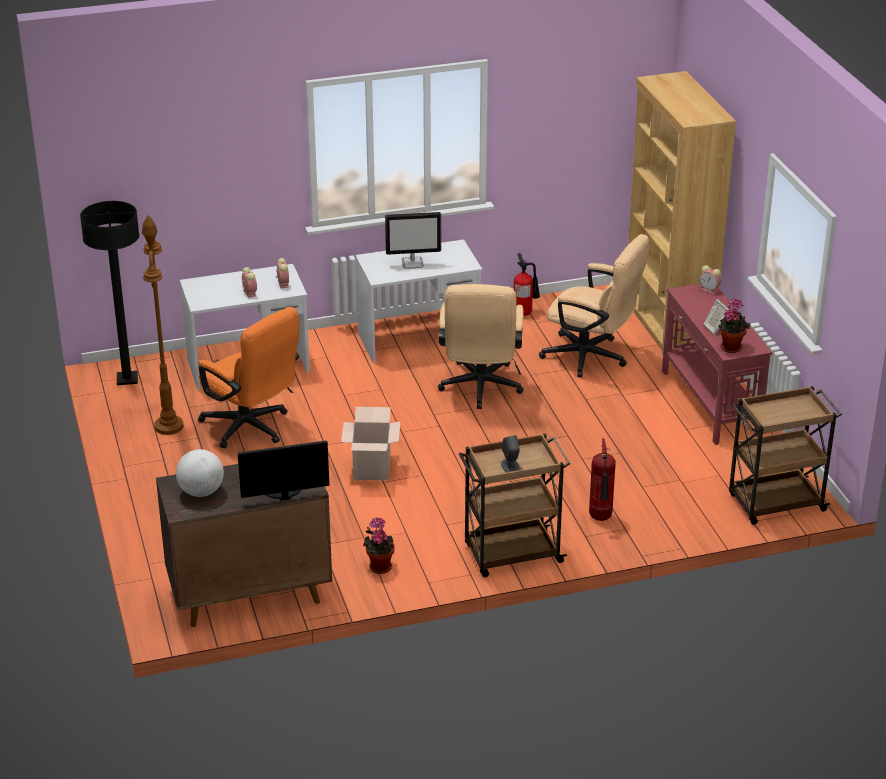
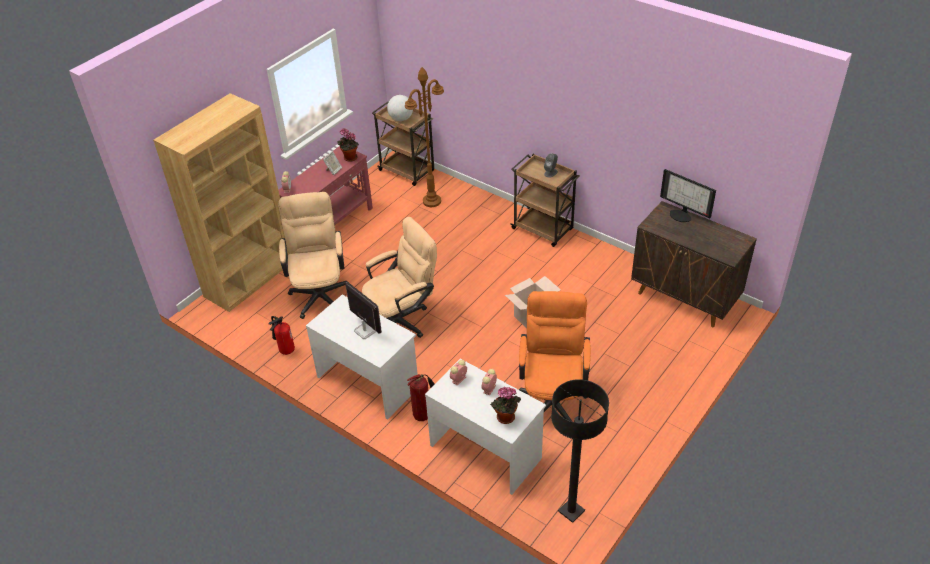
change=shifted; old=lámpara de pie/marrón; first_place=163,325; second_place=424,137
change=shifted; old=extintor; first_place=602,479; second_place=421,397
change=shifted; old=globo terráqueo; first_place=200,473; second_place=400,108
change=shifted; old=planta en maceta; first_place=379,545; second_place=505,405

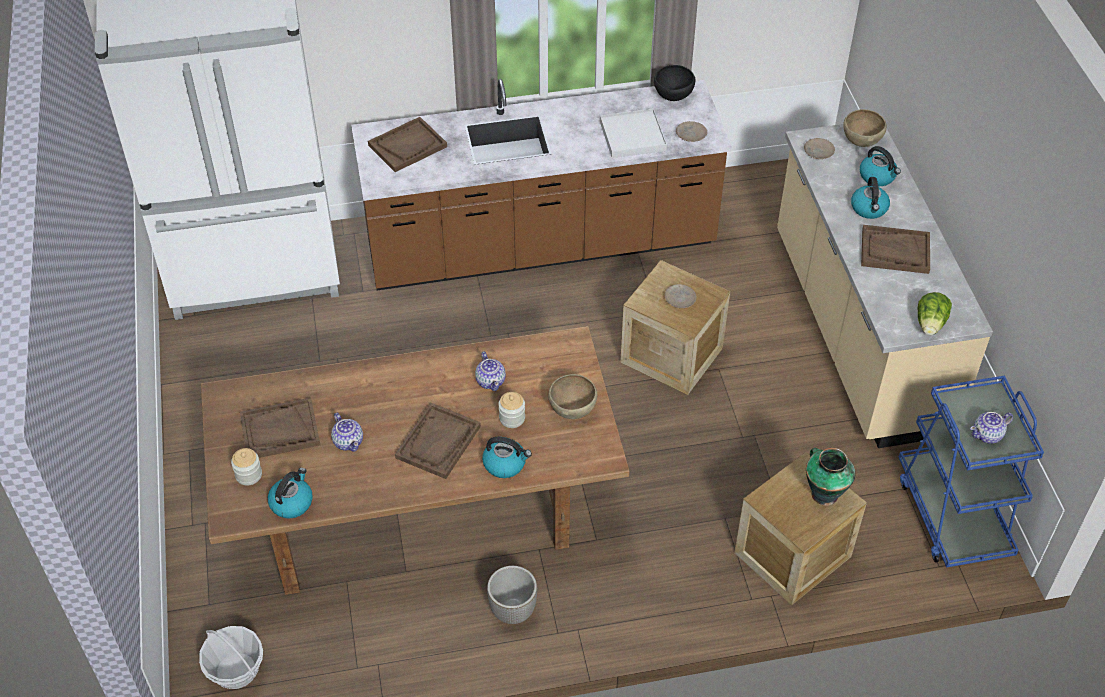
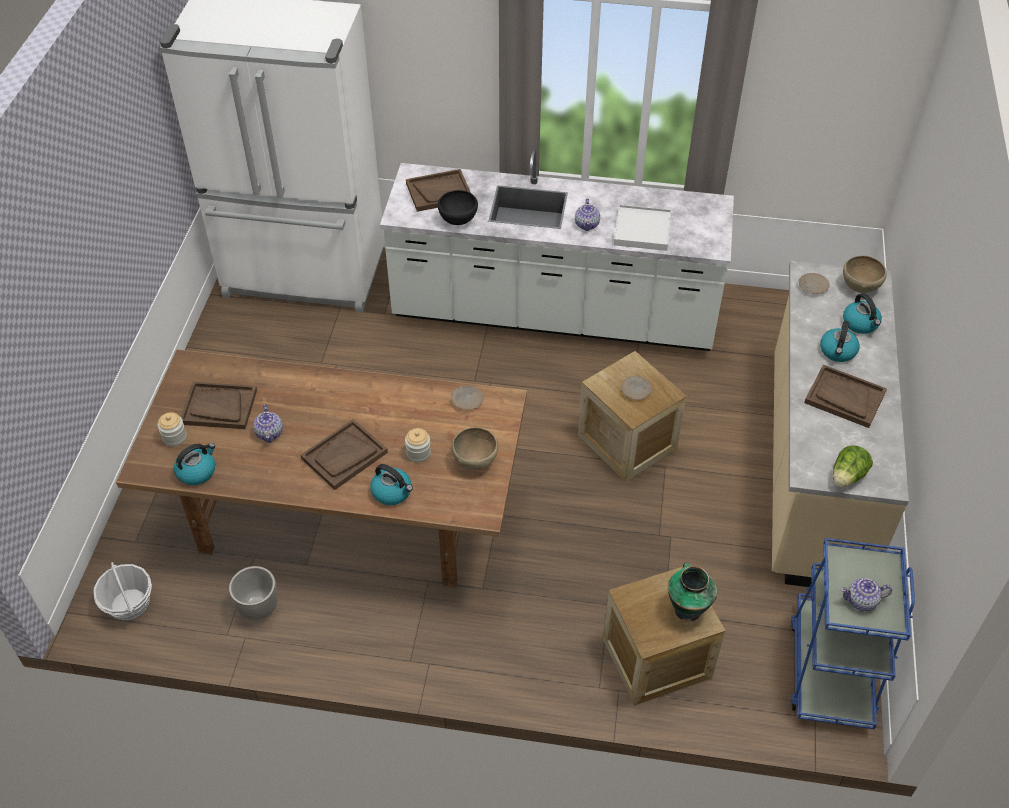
change=shifted; old=cuenco/negro; first_place=674,83; second_place=458,207
change=repainted; old=mueble bajo de cocina/marrón; new=mueble bajo de cocina/blanco; first_place=541,184; second_place=557,250
change=shifted; old=plato/beis; first_place=691,131; second_place=467,397
change=shifted; old=tetera; first_place=490,371; second_place=587,215
change=shifted; old=maceta; first_place=512,595; second_place=253,593

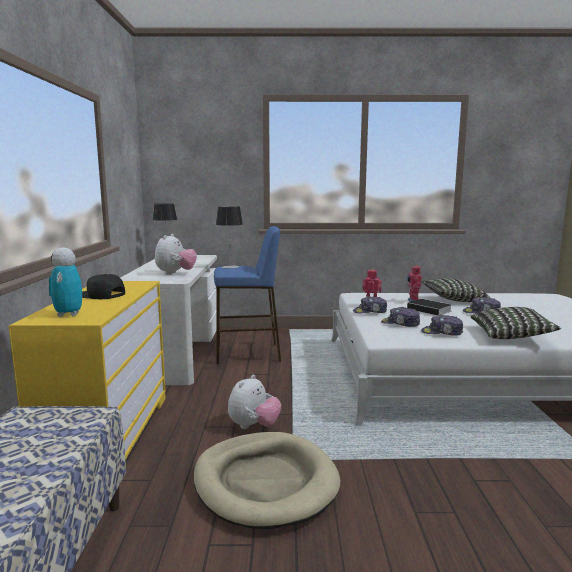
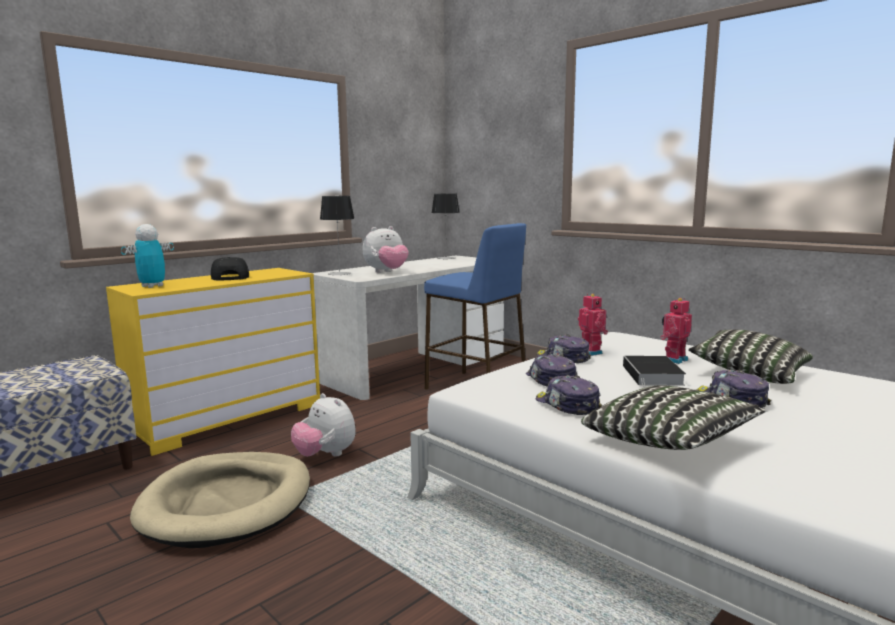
change=shifted; old=lámpara de mesa; first_place=229,237; second_place=337,235
change=rotated; old=peluche; first_place=254,402; second_place=323,425; degrees=60

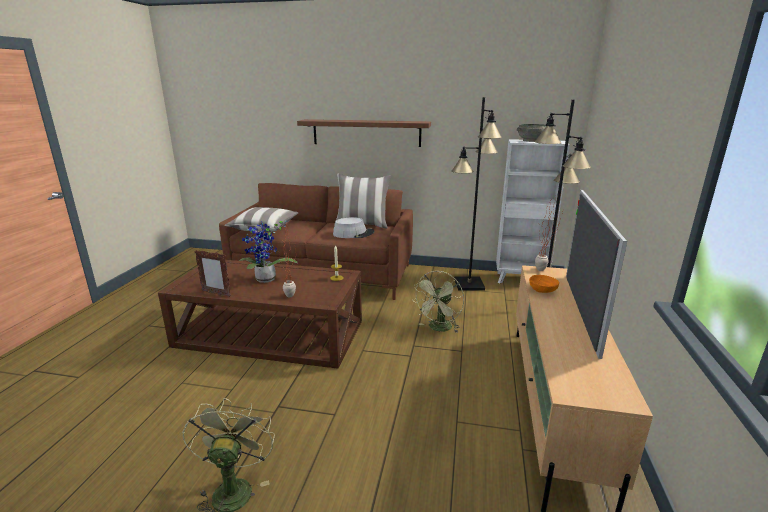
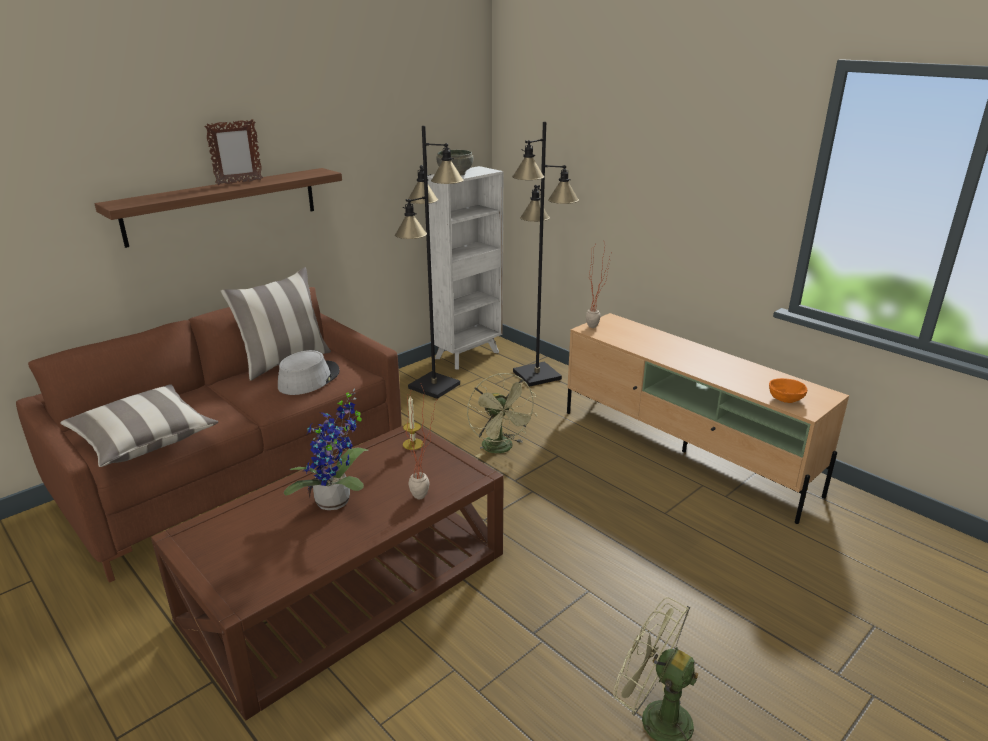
change=gone; old=televisor; first_place=596,274
change=shifted; old=portarretratos; first_place=213,273; second_place=233,152
change=shifted; old=cuenco/naranja; first_place=544,284; second_place=788,390

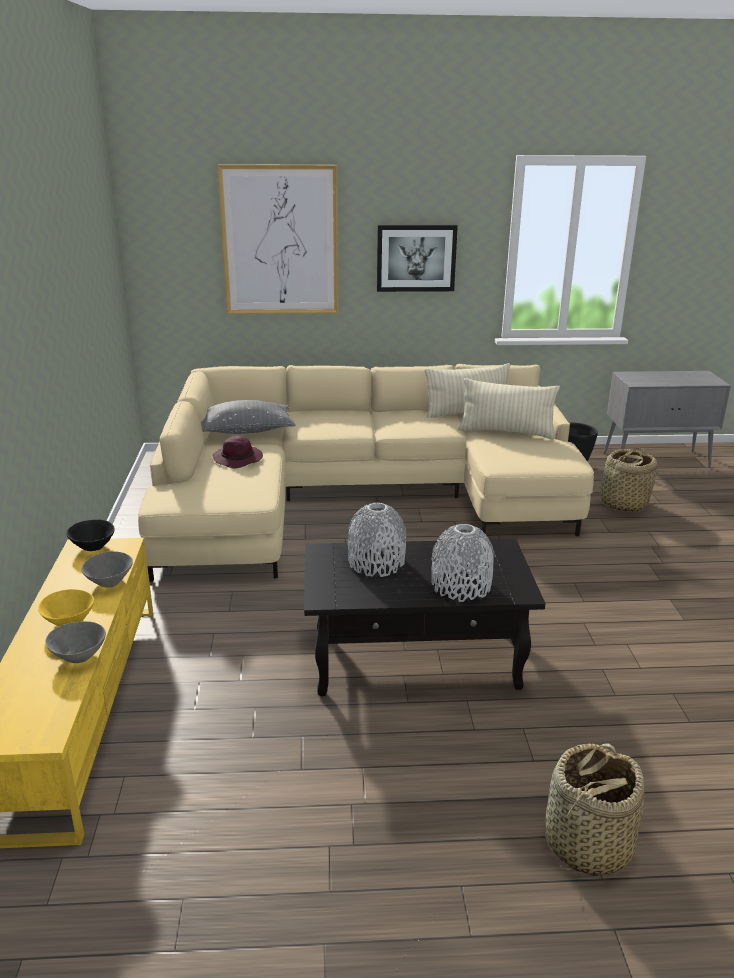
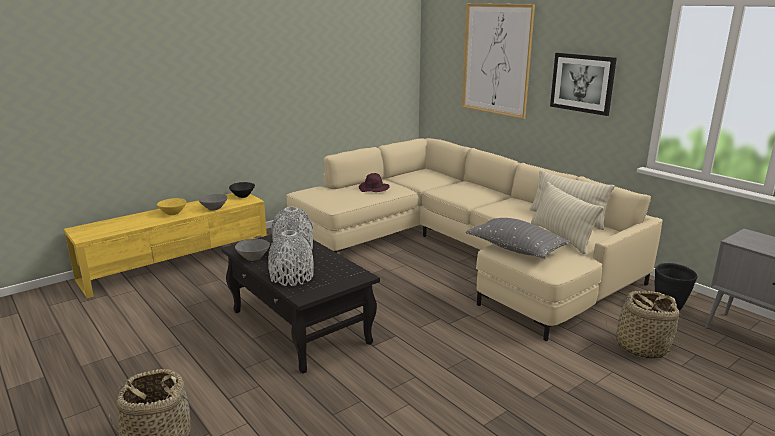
change=shifted; old=cojín/gris; first_place=248,417; second_place=518,238
change=shifted; old=cuenco/gris; first_place=76,642; second_place=252,250

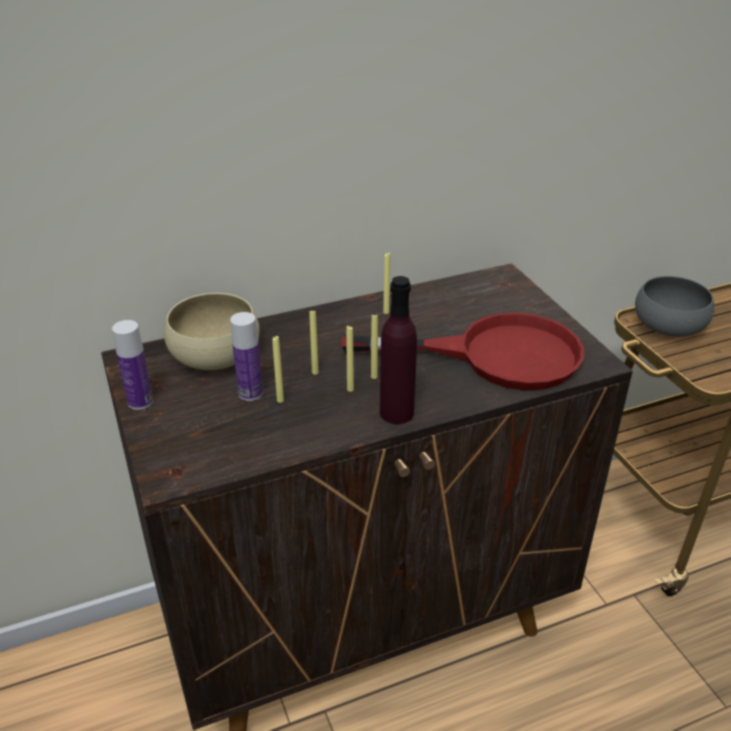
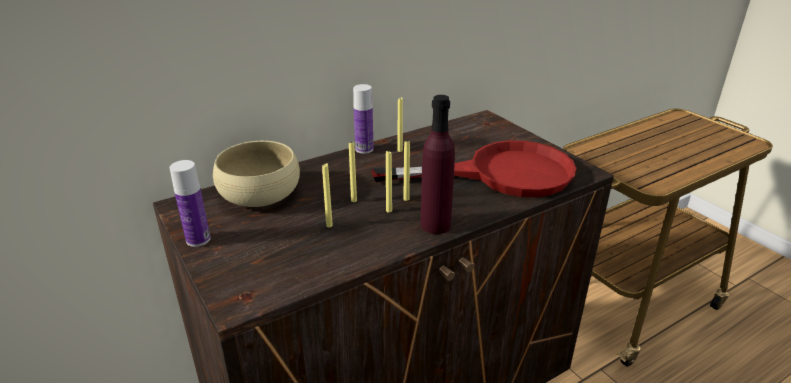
change=gone; old=cuenco/gris; first_place=674,306
change=shifted; old=botella; first_place=246,356; second_place=363,119

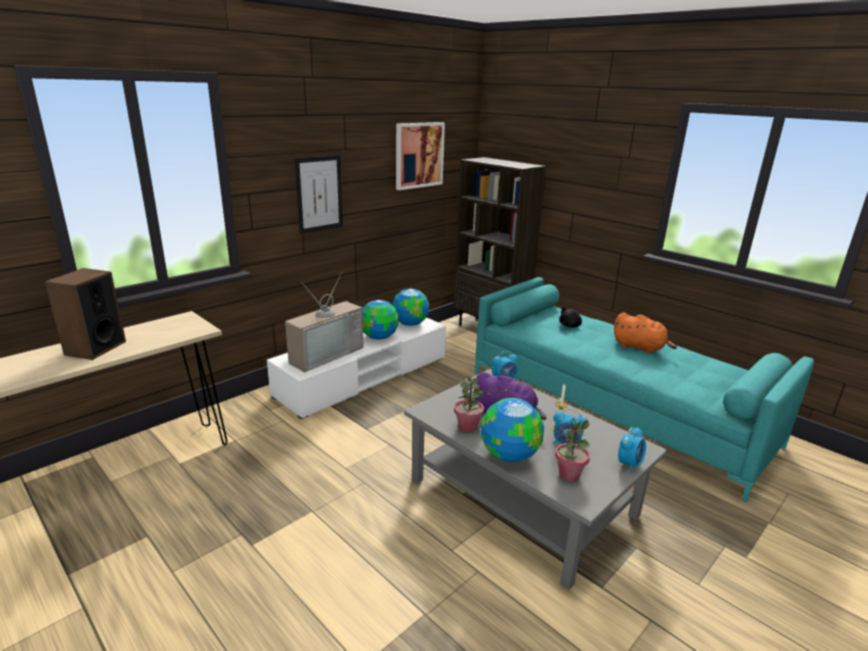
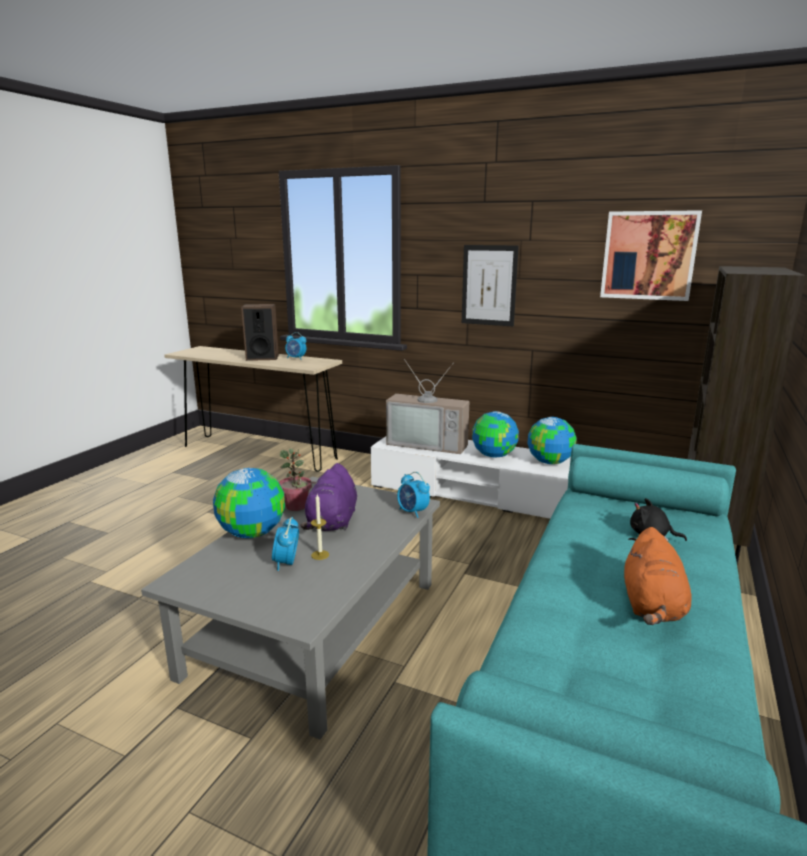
change=gone; old=planta en maceta; first_place=572,449
change=shifted; old=despertador; first_place=632,450; second_place=296,346

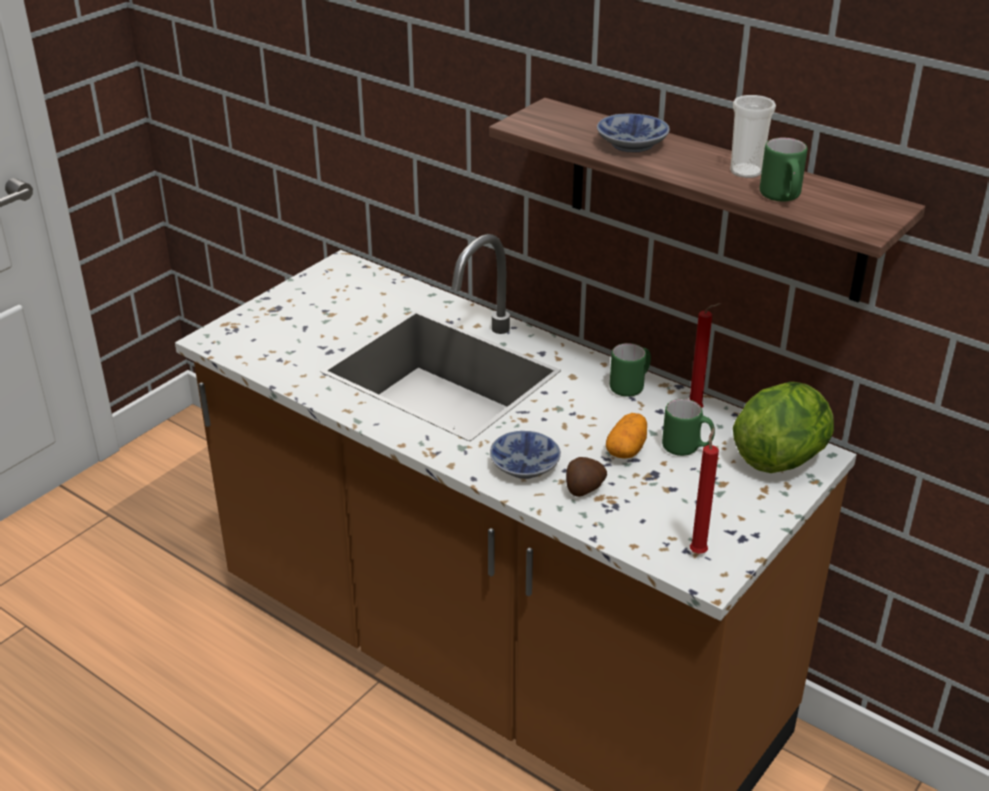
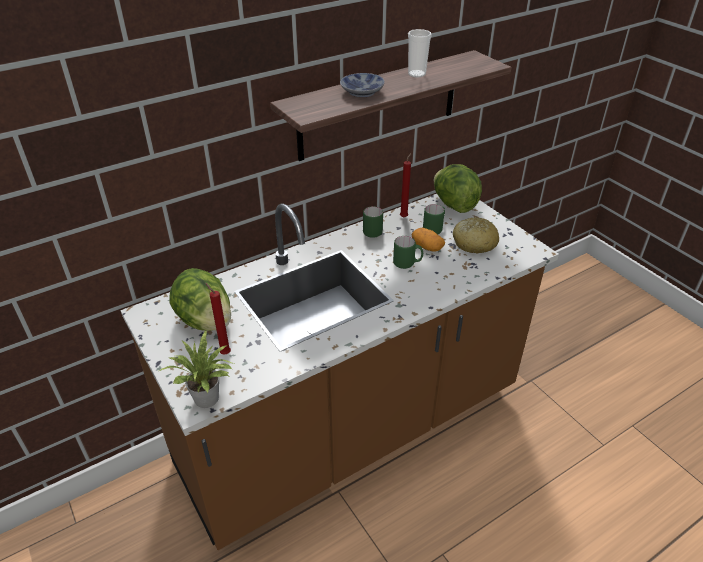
change=shifted; old=taza grande/verde; first_place=783,170; second_place=408,252
change=shifted; old=vela/rojo; first_place=704,490; second_place=218,319
change=gone; old=cuenco; first_place=525,455
change=gone; old=patata; first_place=586,477
change=new; new=pan; second_place=476,235
change=new; new=lechuga; second_place=200,299
change=new; new=planta en maceta; second_place=196,368

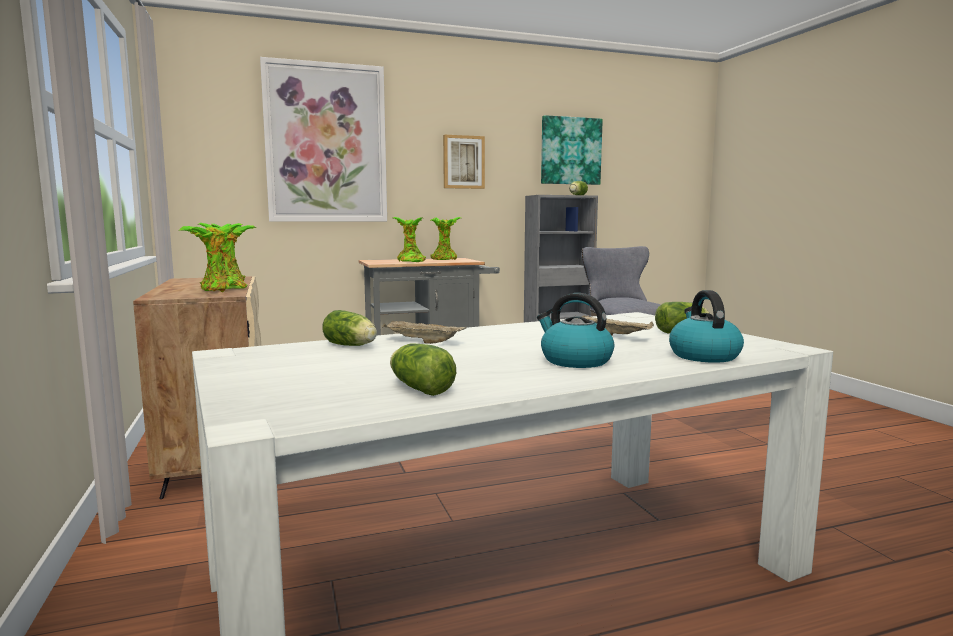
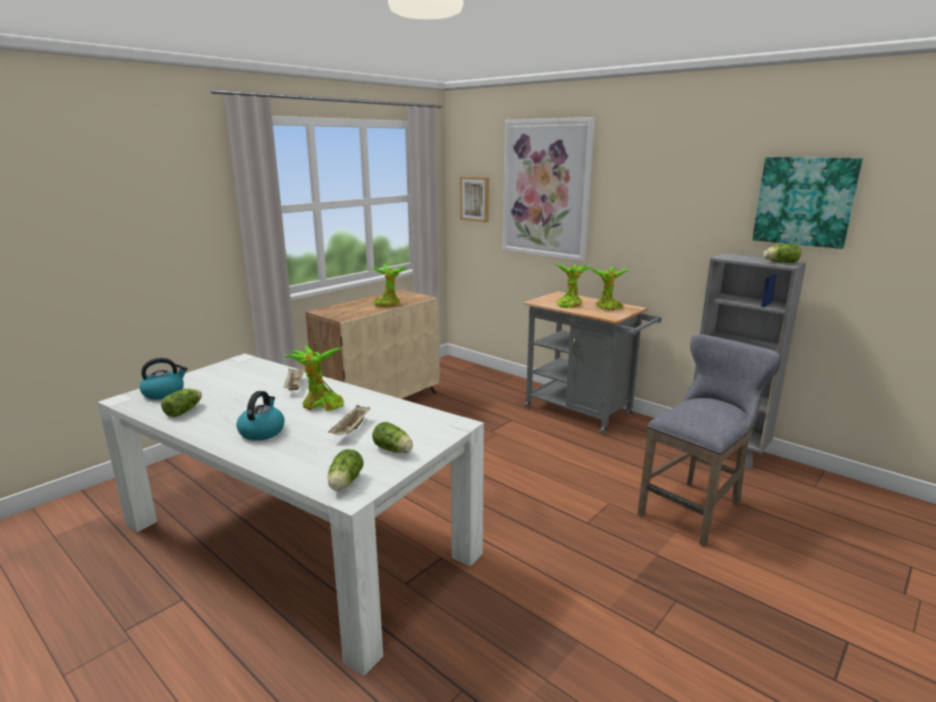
change=shifted; old=cuadro; first_place=464,162; second_place=474,199
change=shifted; old=planta en maceta; first_place=213,257; second_place=313,378
change=shifted; old=hervidor; first_place=706,326; second_place=164,379
change=shifted; old=lechuga; first_place=349,328; second_place=346,470

